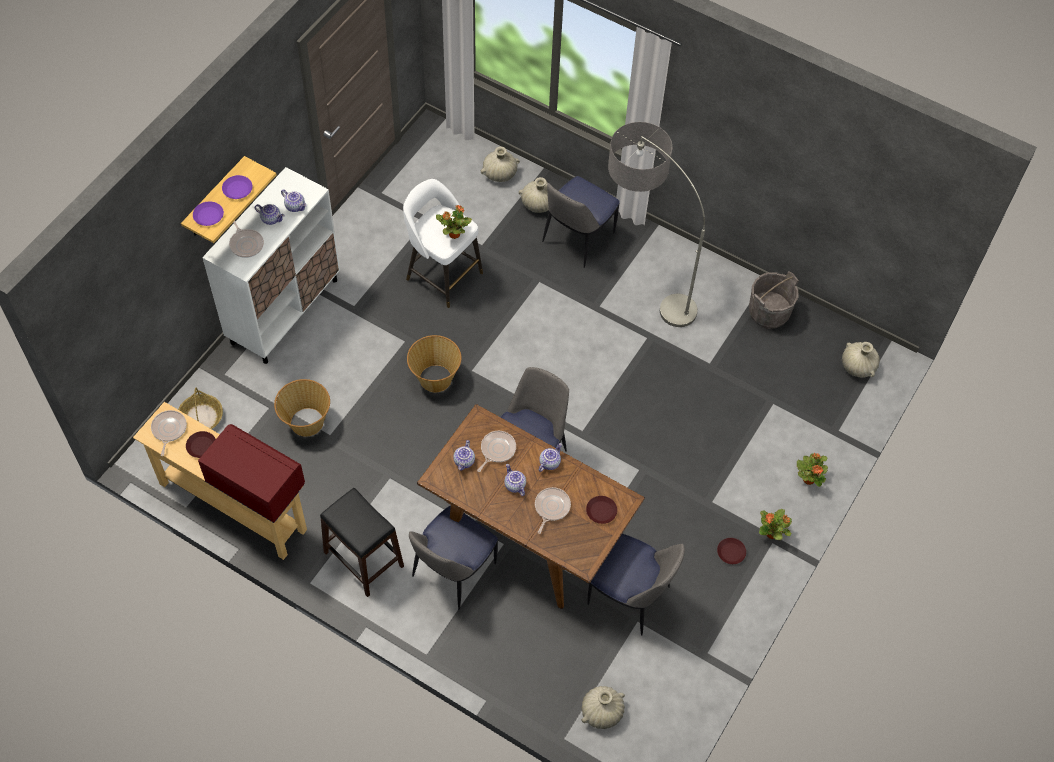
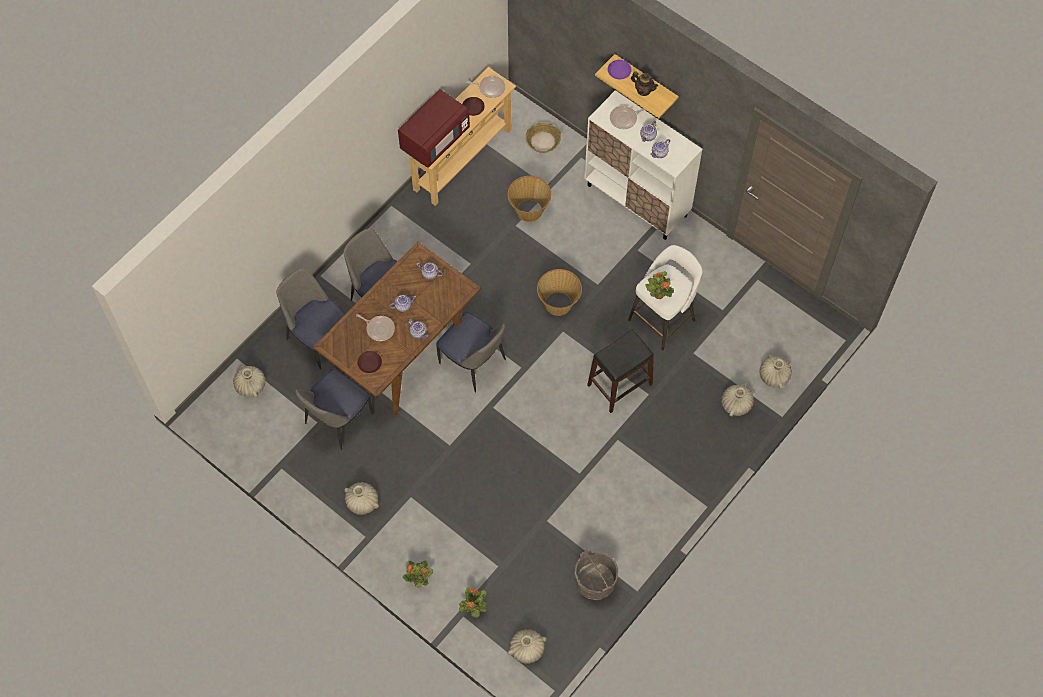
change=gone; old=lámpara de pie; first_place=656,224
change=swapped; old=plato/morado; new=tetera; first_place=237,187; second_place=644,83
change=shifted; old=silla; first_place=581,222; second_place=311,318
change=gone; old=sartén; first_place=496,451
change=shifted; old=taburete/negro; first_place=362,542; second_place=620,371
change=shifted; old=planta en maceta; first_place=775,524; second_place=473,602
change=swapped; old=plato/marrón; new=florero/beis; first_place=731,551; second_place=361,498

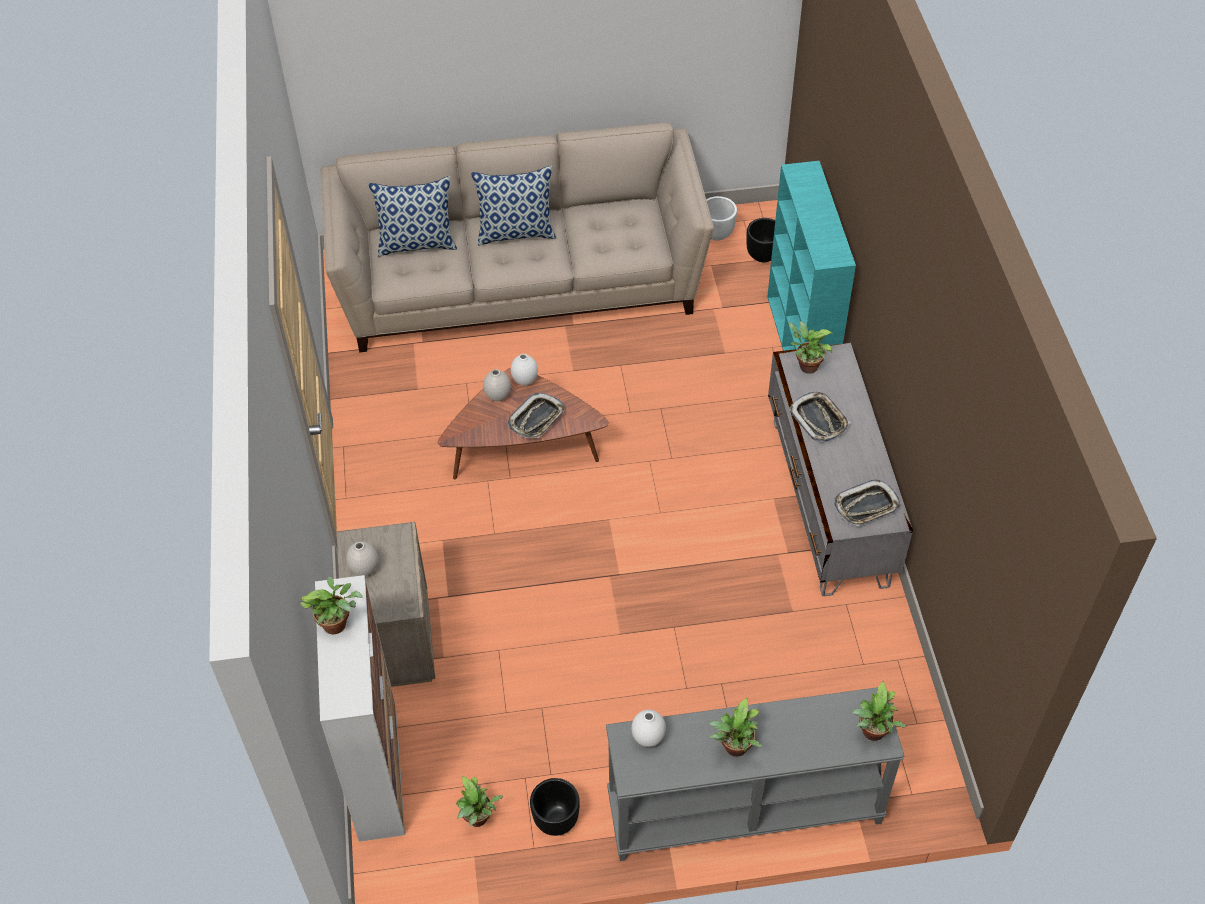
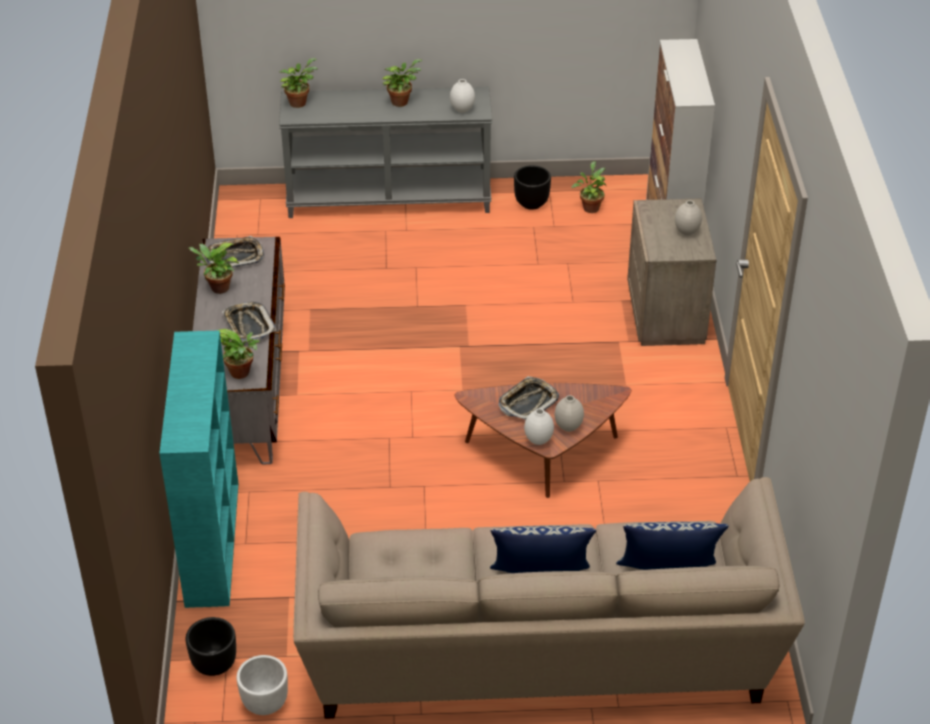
change=shifted; old=planta en maceta; first_place=331,605; second_place=213,268

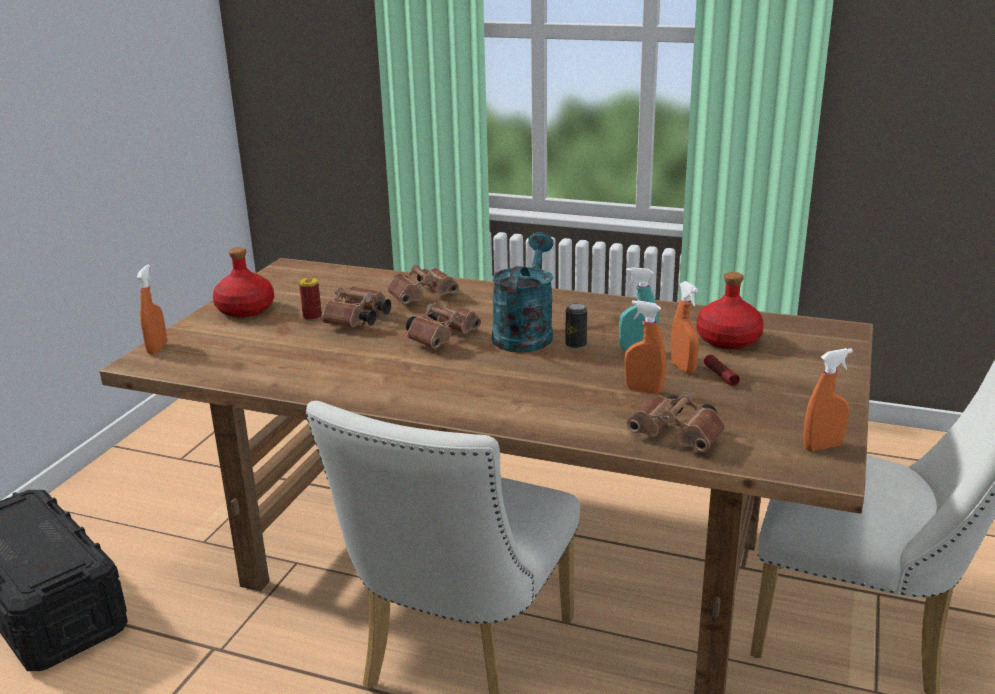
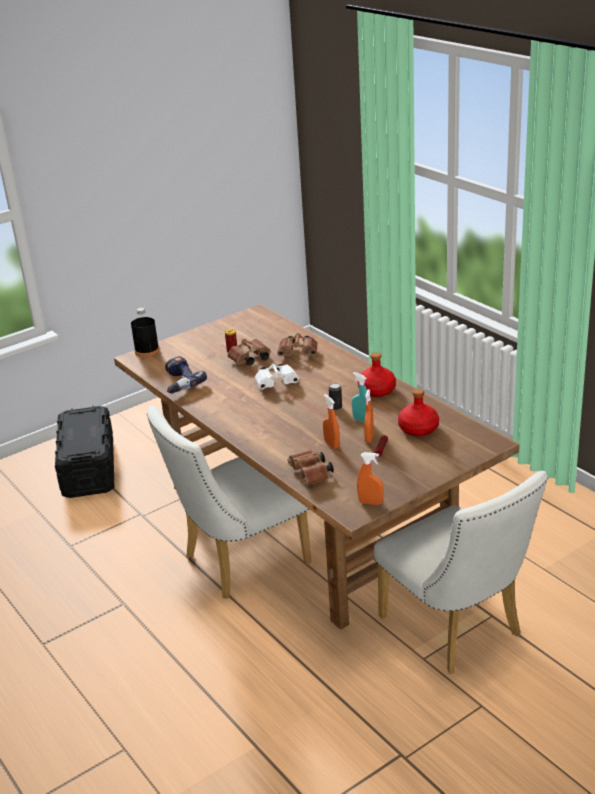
change=gone; old=regadera/turquesa; first_place=523,292
change=shifted; old=botella/rojo; first_place=243,282; second_place=377,374
change=swapped; old=pulverizador/naranja; new=botella/negro; first_place=152,309; second_place=145,332
change=repainted; old=prismáticos/marrón; new=prismáticos/blanco; first_place=443,326; second_place=277,375
change=new; new=taladro; second_place=186,374

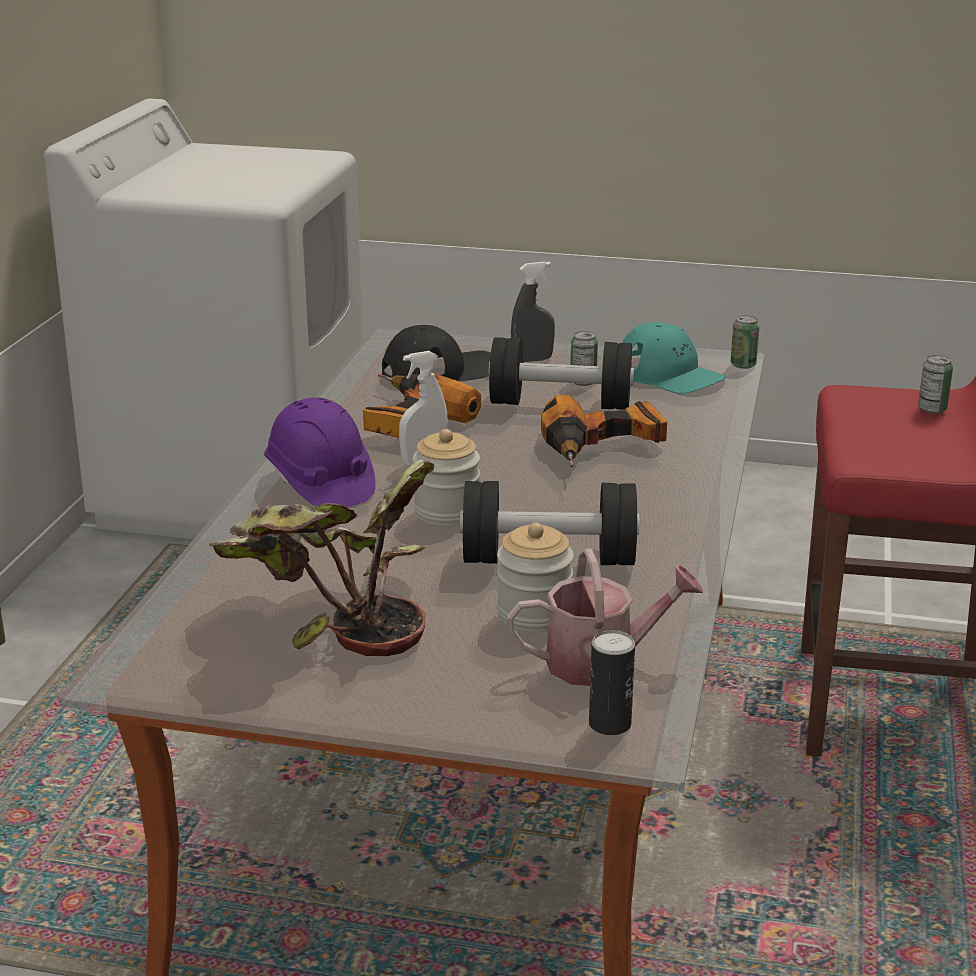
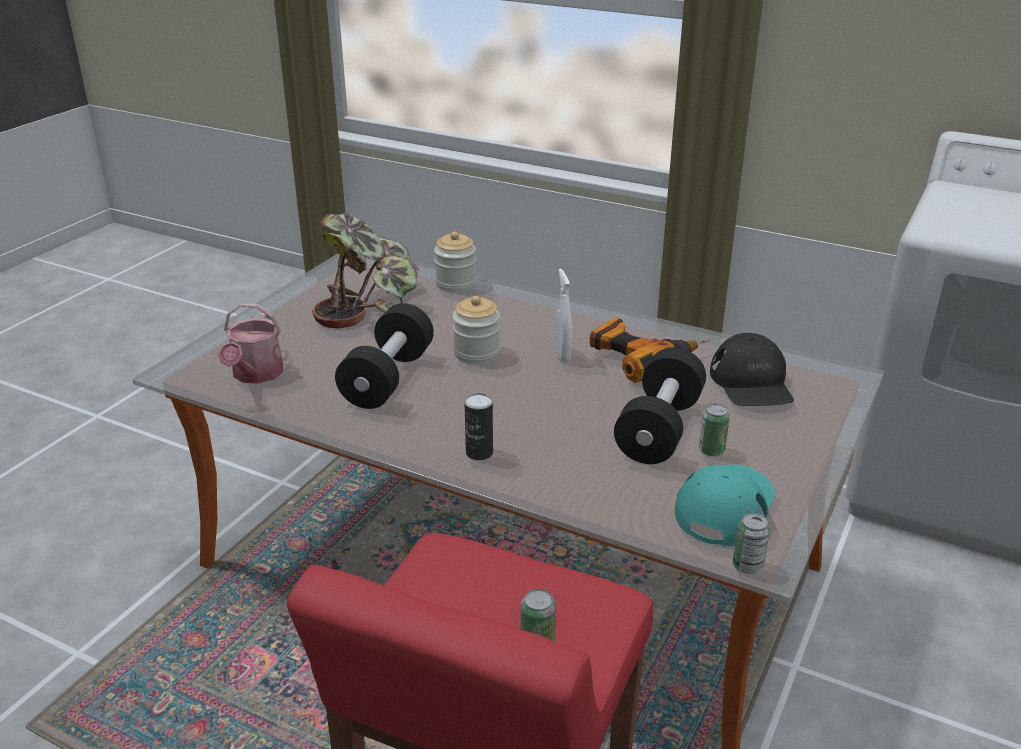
change=gone; old=pulverizador/gris; first_place=533,311
change=rotated; old=gorra/turquesa; first_place=674,358; second_place=725,505; degrees=150
change=gone; old=taladro; first_place=604,431
change=gone; old=casco/morado; first_place=320,452
change=shifted; old=tarro; first_place=535,577; second_place=455,261
change=shifted; old=lata; first_place=612,682; second_place=478,426

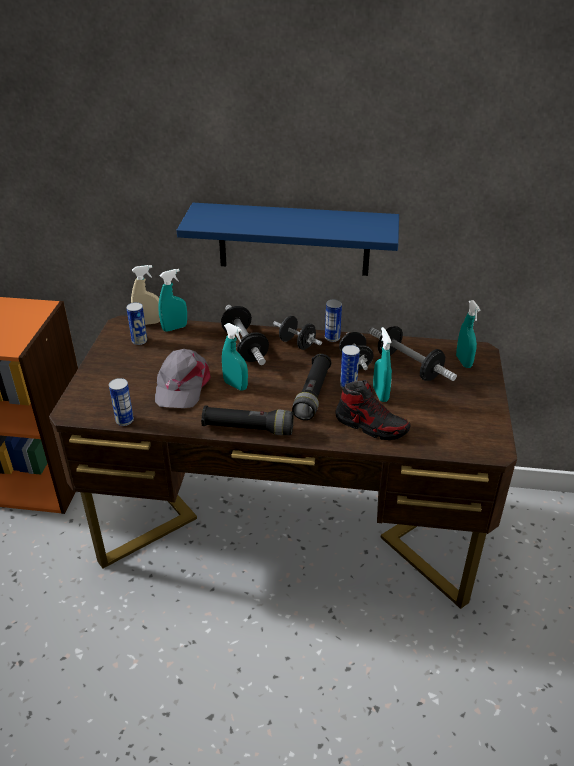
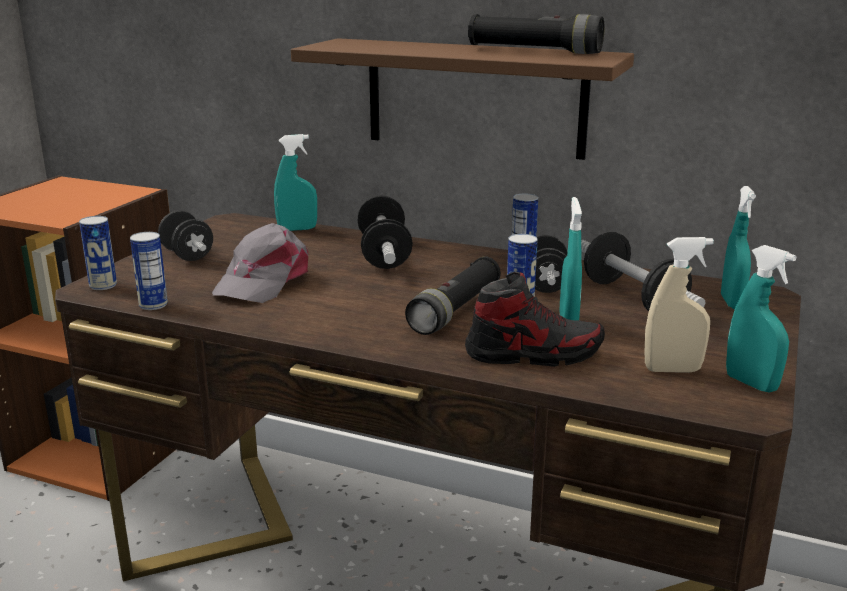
change=repainted; old=estante/azul; new=estante/marrón; first_place=288,239; second_place=462,99
change=shifted; old=pulverizador/beis; first_place=145,295; second_place=679,305
change=shifted; old=lata; first_place=136,323; second_place=98,253
change=shifted; old=mancuerna/negro; first_place=297,333; second_place=185,236
change=shifted; old=pulverizador/turquesa; first_place=235,356; second_place=761,319
change=rotated; old=zapato; first_place=373,410; second_place=535,319; degrees=-45
change=shifted; old=linterna/negro; first_place=247,420; second_place=536,34

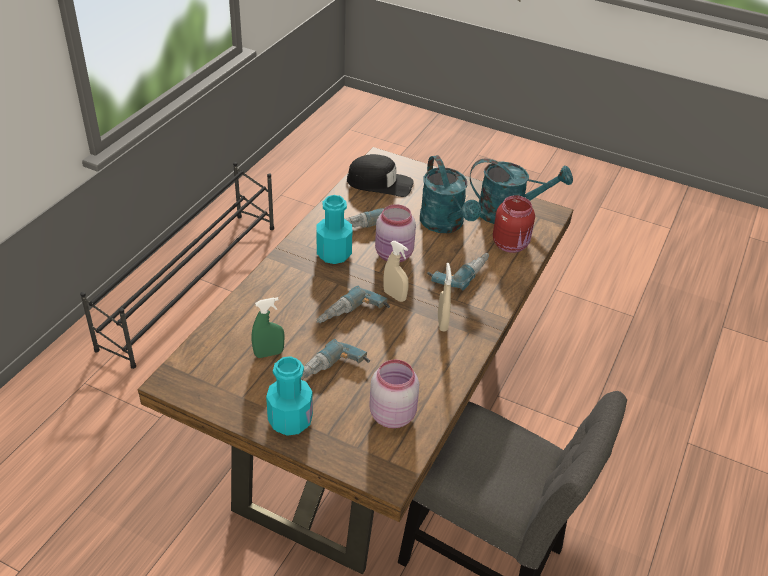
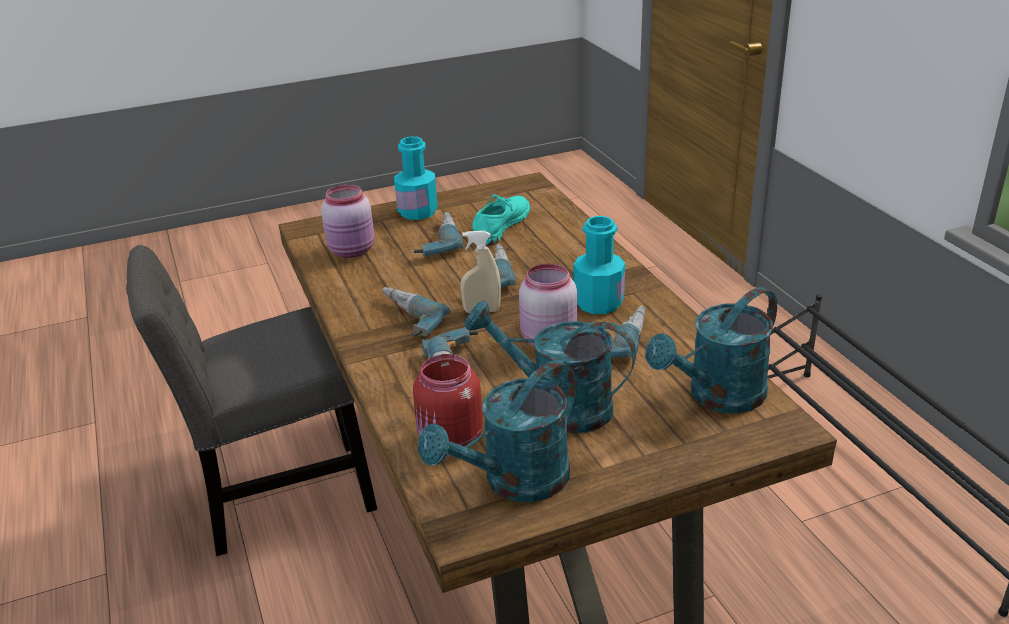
change=swapped; old=gorra/negro; new=regadera/turquesa; first_place=380,175; second_place=711,350
change=swapped; old=pulverizador/beis; new=taladro; first_place=445,297; second_place=416,312
change=swapped; old=pulverizador/verde; new=zapato/turquesa; first_place=267,327; second_place=501,220

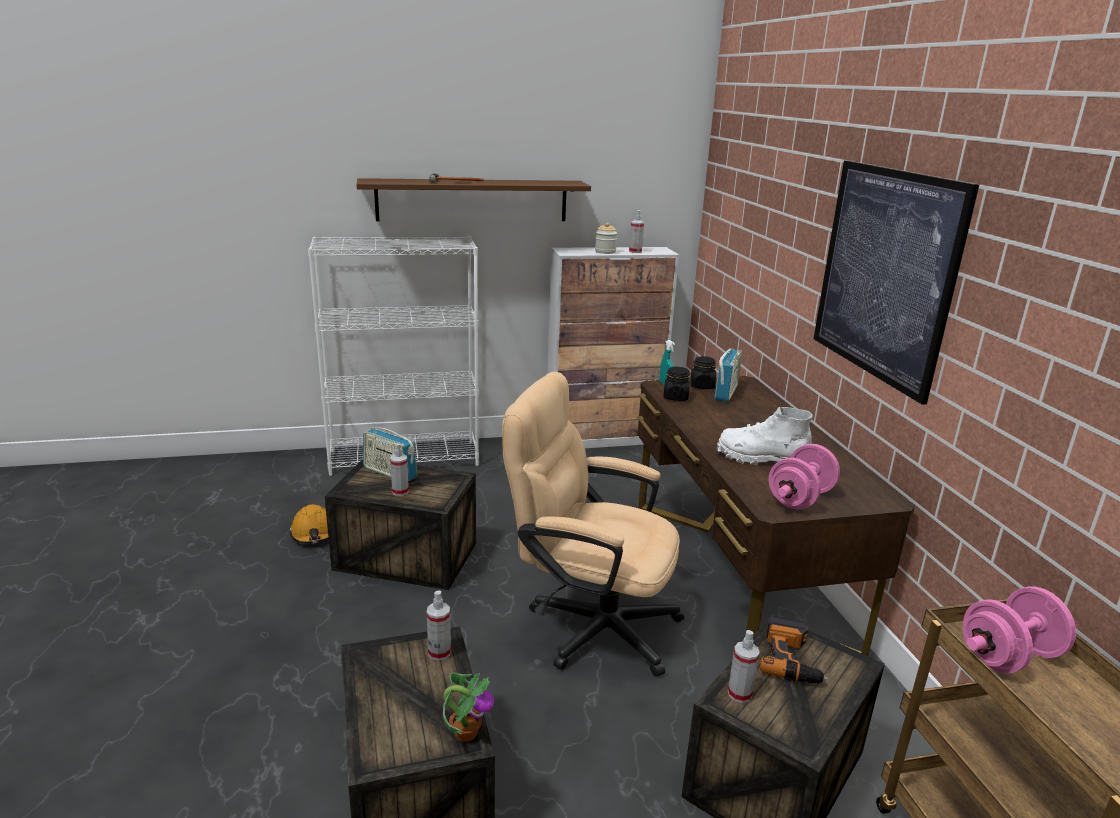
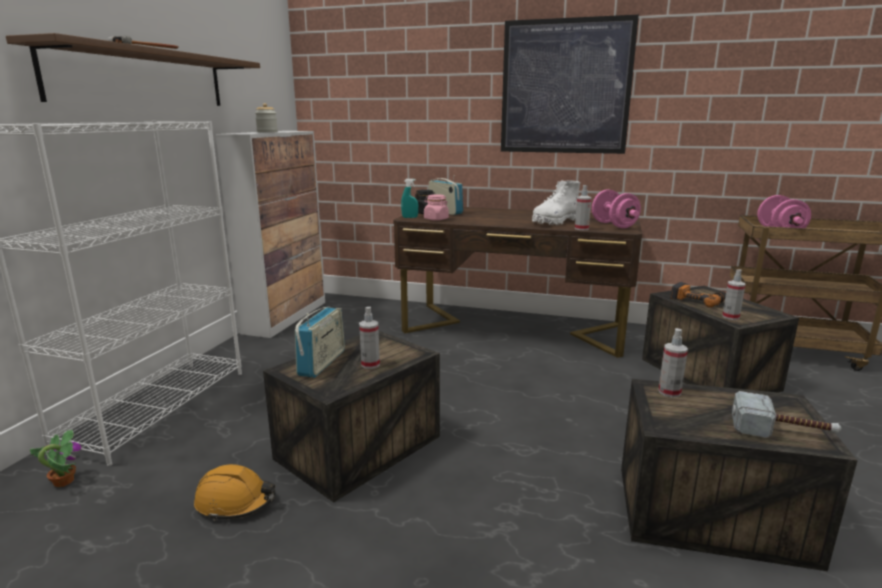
change=shifted; old=pulverizador; first_place=636,231; second_place=583,207
change=repainted; old=tarro/negro; new=tarro/rosa; first_place=676,384; second_place=436,207
change=gone; old=silla de oficina/beis; first_place=593,524
change=rotated; old=radio; first_place=390,452; second_place=320,342; degrees=-45
change=shifted; old=planta en maceta; first_place=468,707; second_place=56,458
change=new; new=martillo; second_place=786,414

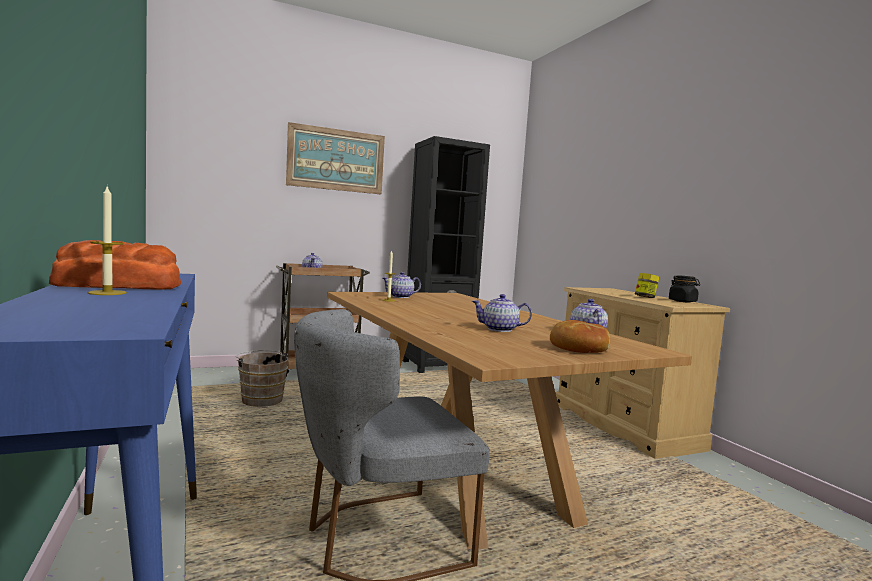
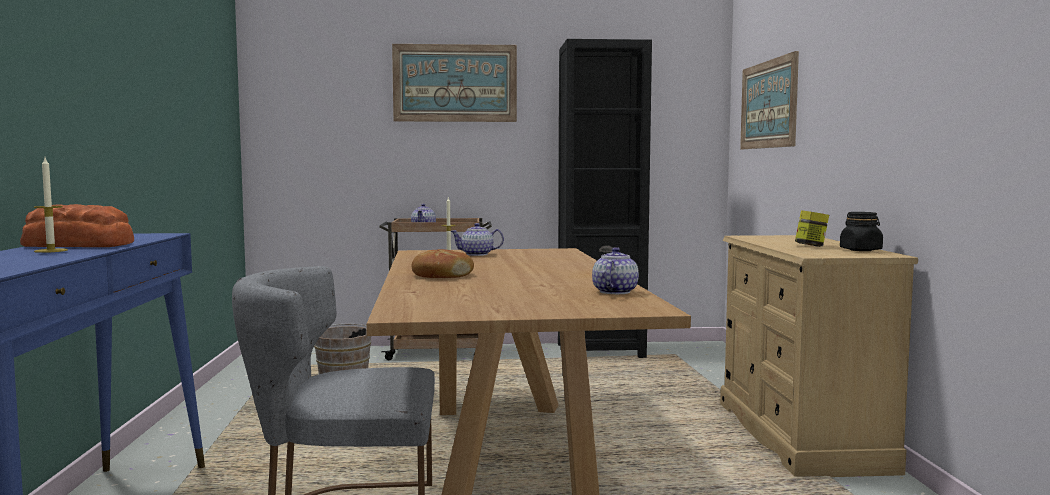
change=gone; old=tetera; first_place=502,313
change=shifted; old=pan; first_place=580,336; second_place=443,263
change=new; new=cuadro; second_place=769,100

